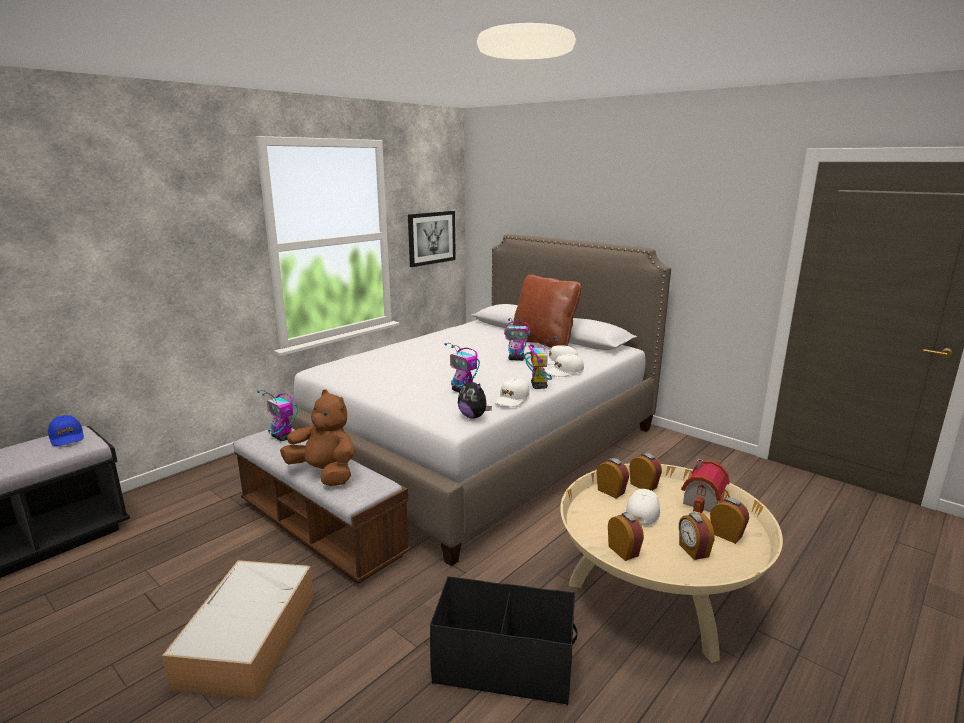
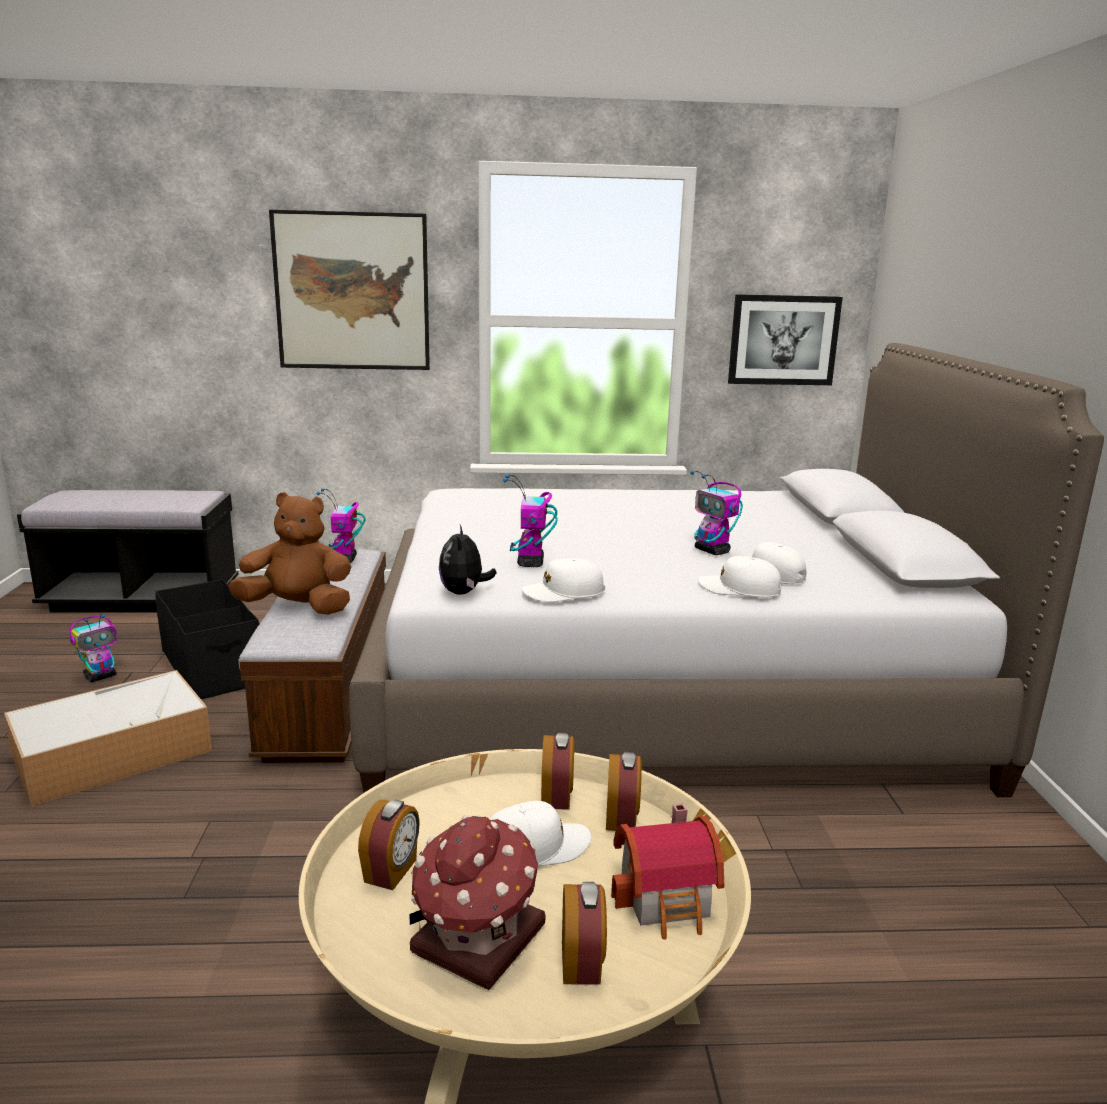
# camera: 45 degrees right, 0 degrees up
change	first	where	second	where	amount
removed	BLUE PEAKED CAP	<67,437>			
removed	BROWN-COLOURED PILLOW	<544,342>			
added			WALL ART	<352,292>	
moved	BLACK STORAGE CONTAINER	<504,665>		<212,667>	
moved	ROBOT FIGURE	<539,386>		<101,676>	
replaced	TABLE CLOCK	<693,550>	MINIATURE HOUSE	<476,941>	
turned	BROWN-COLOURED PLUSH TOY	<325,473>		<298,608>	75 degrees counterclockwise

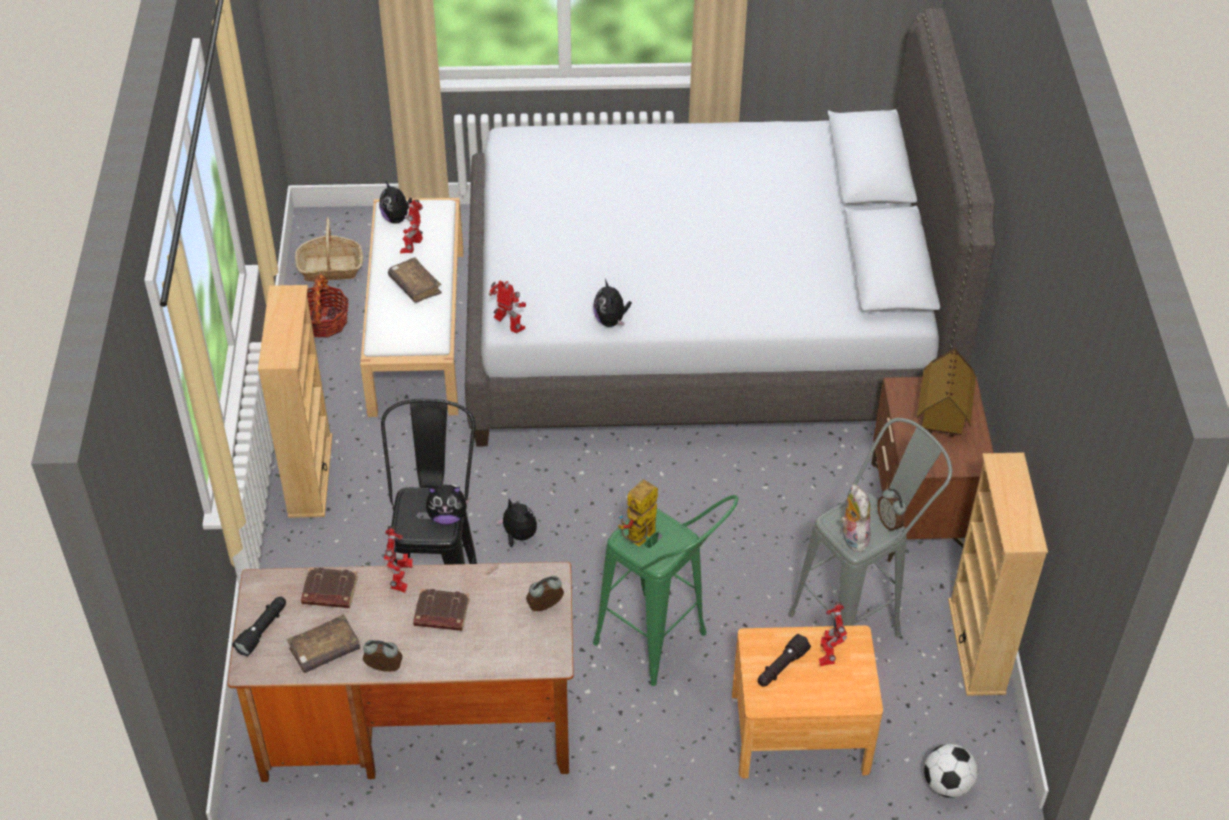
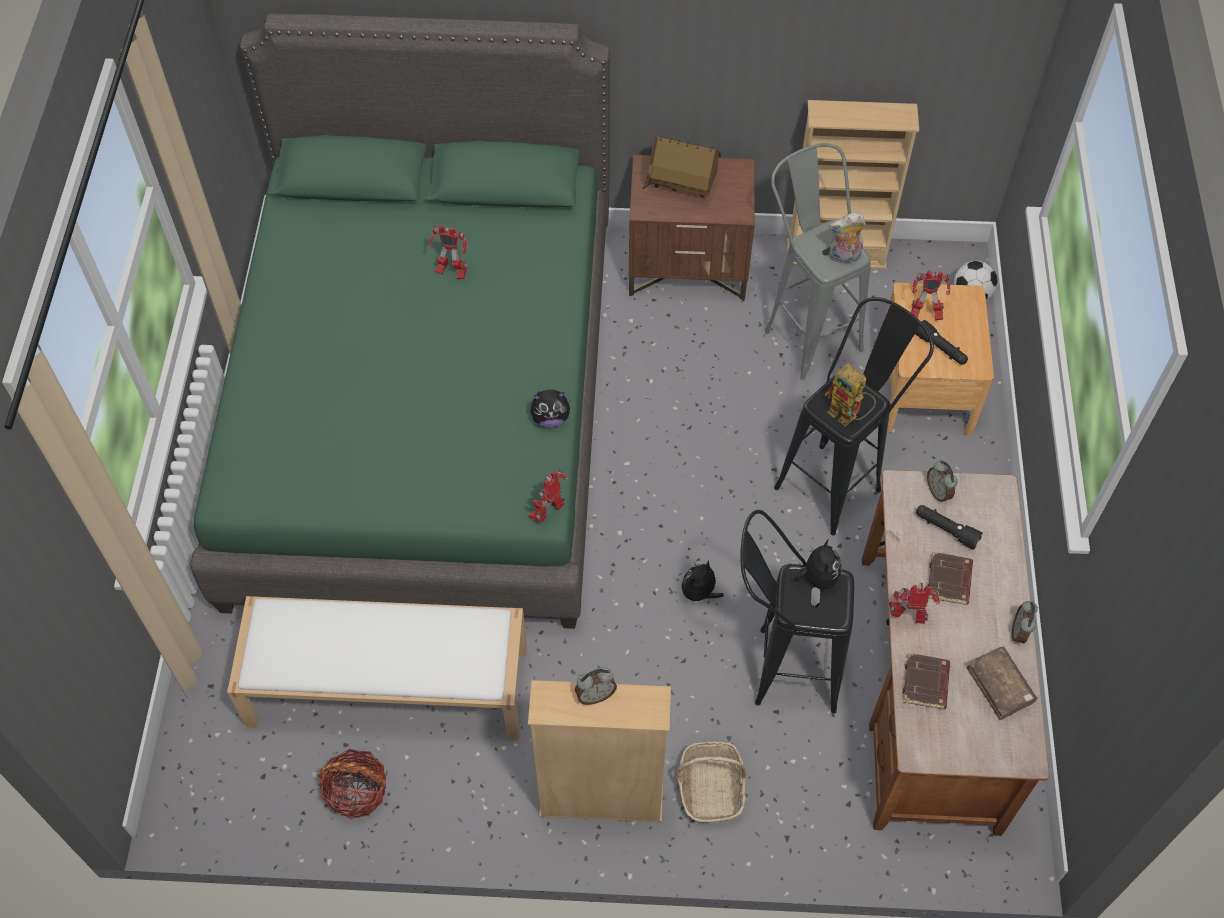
# camera: 85 degrees left, 10 degrees up
change	first	where	second	where	amount
removed	PLUSH TOY	<397,218>			
removed	BROWN-COLOURED VOLUME	<415,286>			
moved	BLACK TORCH	<263,630>		<945,529>	
moved	BASKET	<330,268>		<711,787>	
moved	ROBOT FIGURE	<413,247>		<451,271>	
moved	TABLE CLOCK	<890,523>		<595,695>	
recoloured	GREYISH SLEEPING BED	<702,323>	GREEN SLEEPING BED	<425,409>	
recoloured	GREEN STOOL	<663,648>	BLACK STOOL	<838,479>	

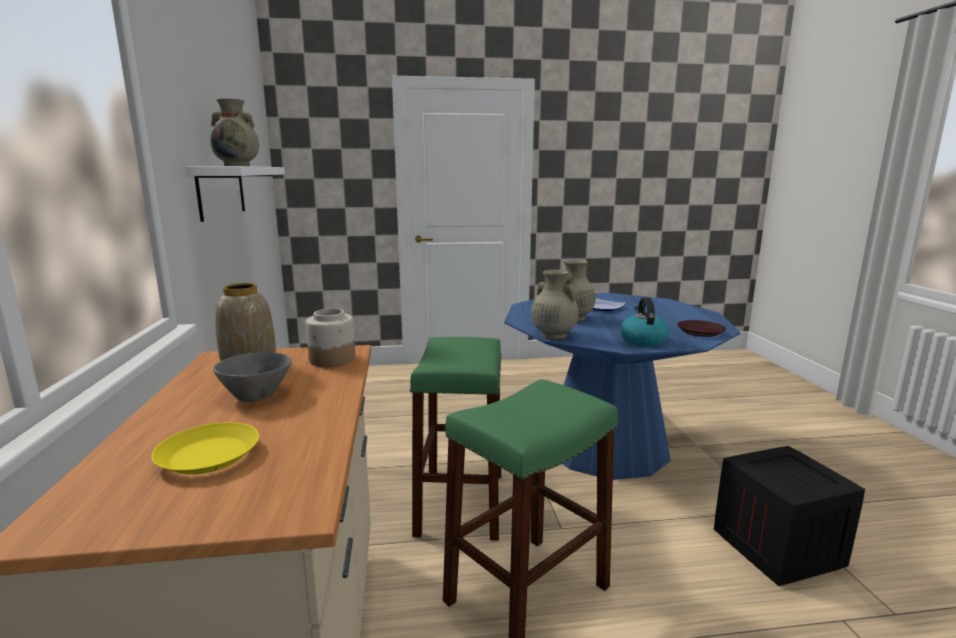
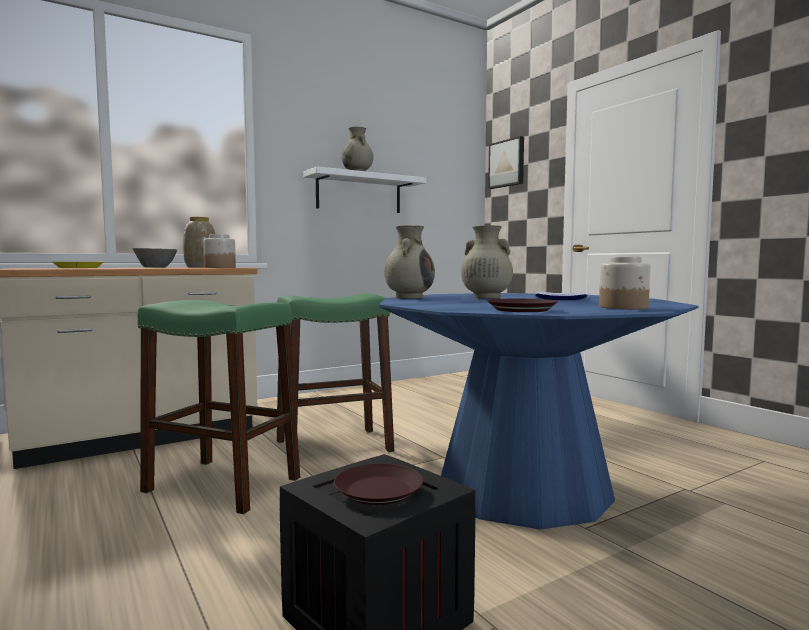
# camera: 65 degrees right, 10 degrees down
change	first	where	second	where	amount
removed	TEA KETTLE	<642,340>			
added			BROWN-COLOURED FLAT DISH	<379,491>	
added			WALL ART	<507,163>	
added			PRESERVE JAR	<624,307>	

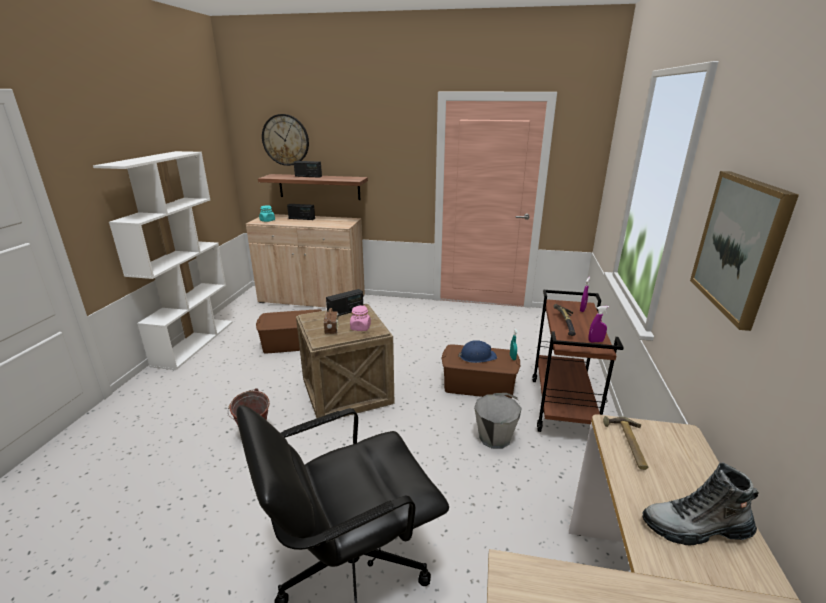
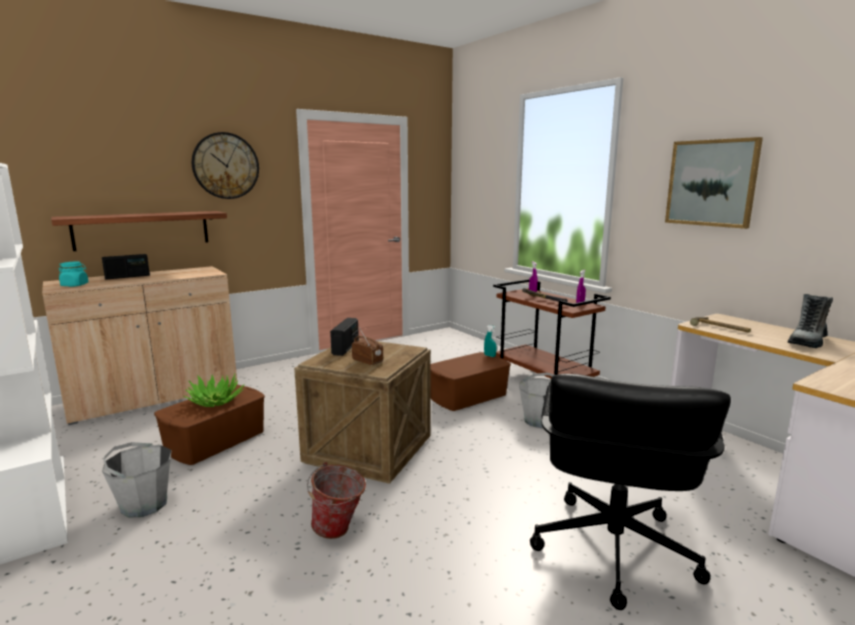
# camera: 45 degrees left, 10 degrees down
change	first	where	second	where	amount
removed	RADIO RECEIVER	<308,176>			
removed	PINK-COLOURED PRESERVE JAR	<360,327>			
removed	BLUE HARD HAT	<477,356>			
added			GREYISH PAIL	<144,504>	
added			HOUSEPLANT	<215,401>	
moved	CLOCK ON THE WALL	<285,140>		<225,166>	

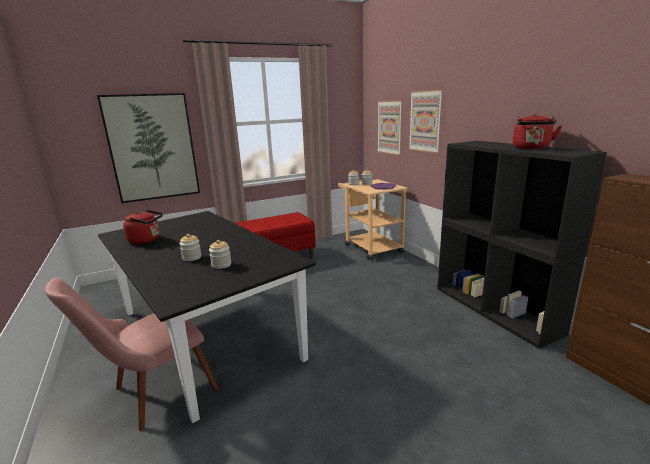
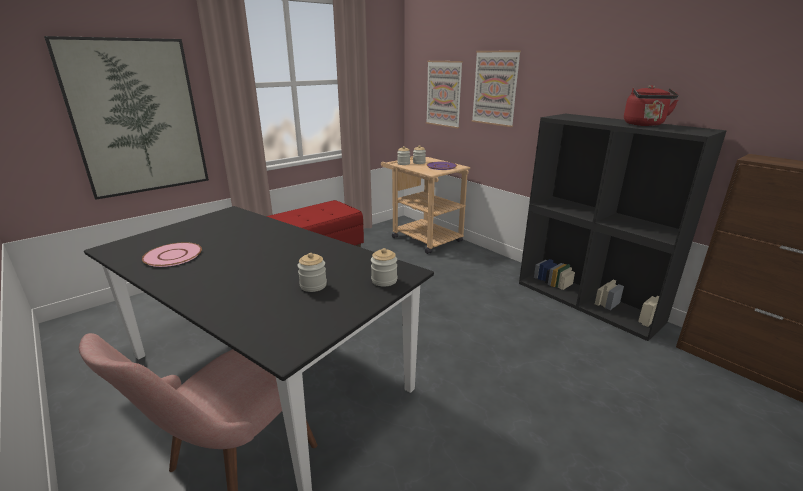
# camera: 15 degrees left, 5 degrees up
change	first	where	second	where	amount
moved	PRESERVE JAR	<192,257>		<384,280>	
replaced	REDDISH TEA KETTLE	<146,240>	PINK-COLOURED FLAT DISH	<173,255>	

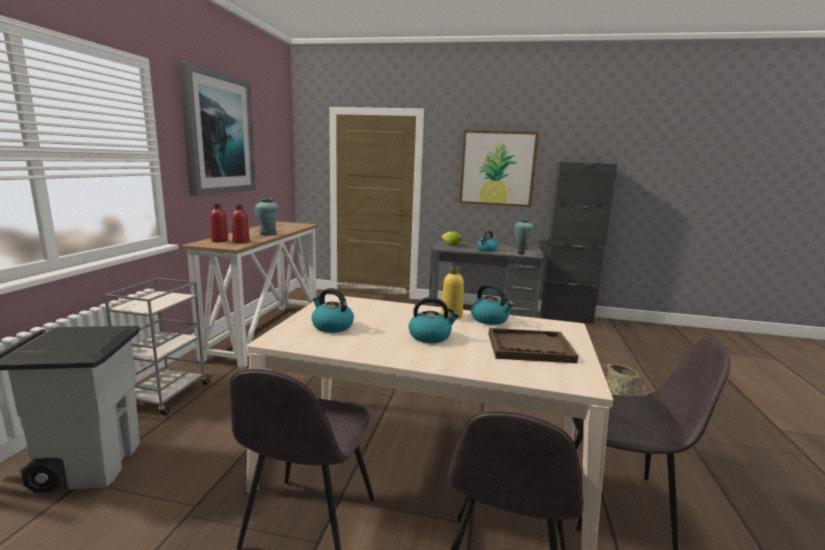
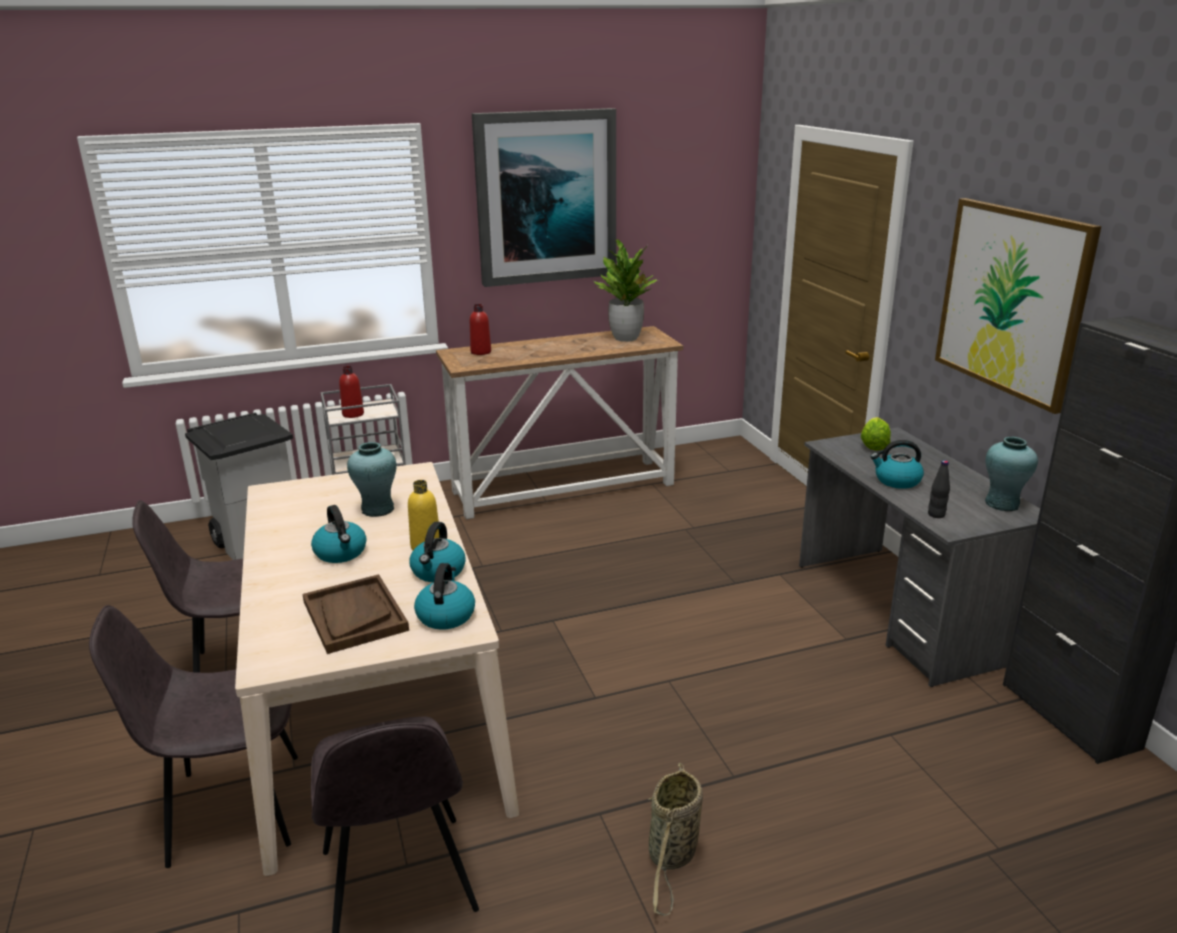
# camera: 60 degrees right, 10 degrees up
change	first	where	second	where	amount
added			HOUSEPLANT	<626,338>	
moved	REDDISH BOTTLE	<241,241>		<353,414>	
moved	BLUE-GREEN FLOWER VASE	<268,234>		<377,509>	
moved	TEA KETTLE	<331,326>		<445,615>	

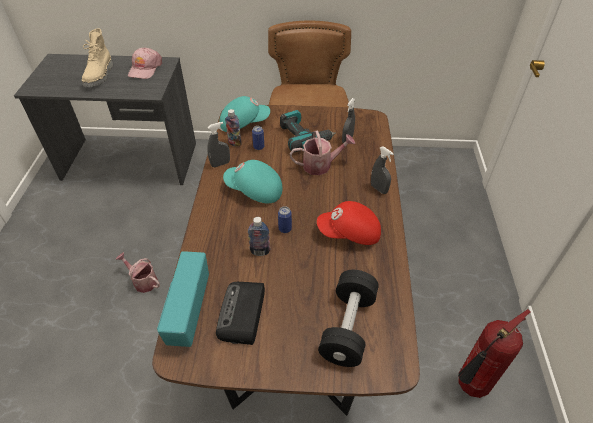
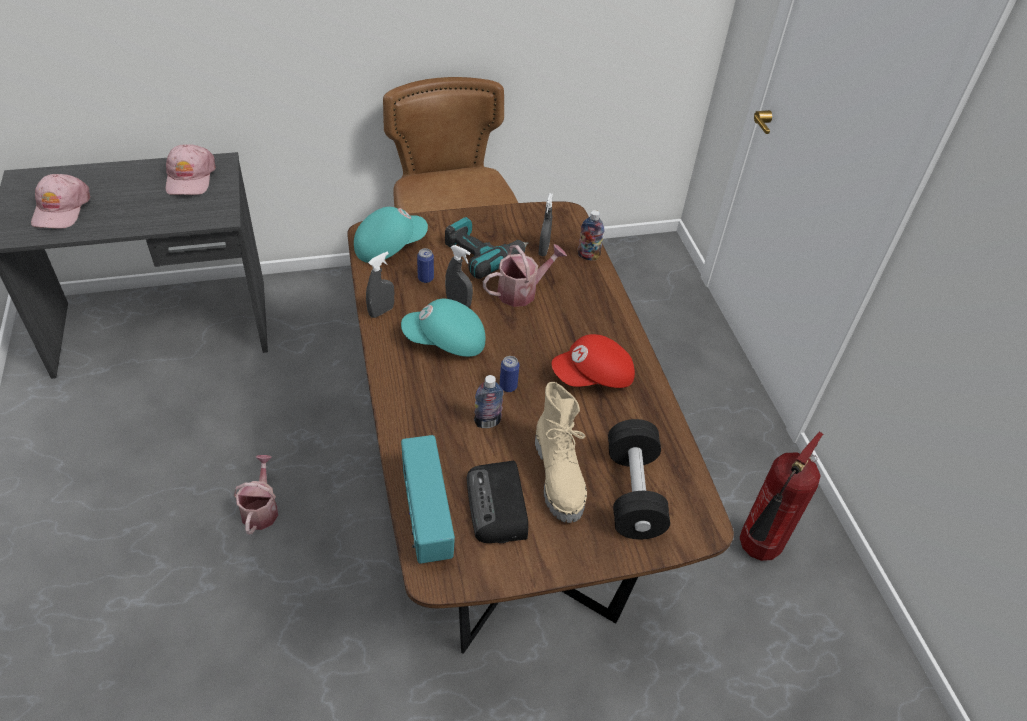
# camera: 20 degrees left, 0 degrees up
change	first	where	second	where	amount
added			PINK-COLOURED PEAKED CAP	<61,209>	
moved	BEIGE-COLOURED TALL BOOT	<100,76>		<559,477>	
moved	BOTTLE	<234,143>		<588,256>	
moved	GREYISH SPRAYER	<379,189>		<458,302>	
turned	WATERING POT	<143,281>		<261,509>	75 degrees clockwise

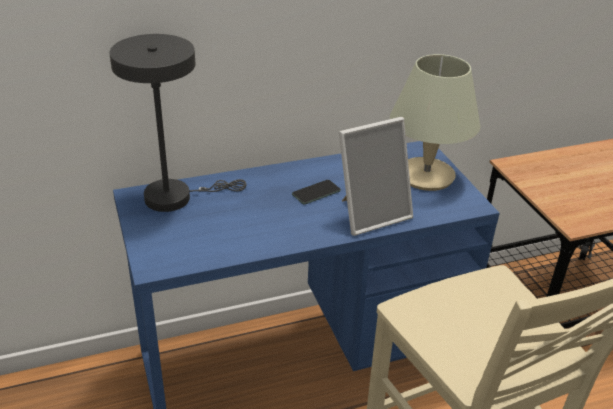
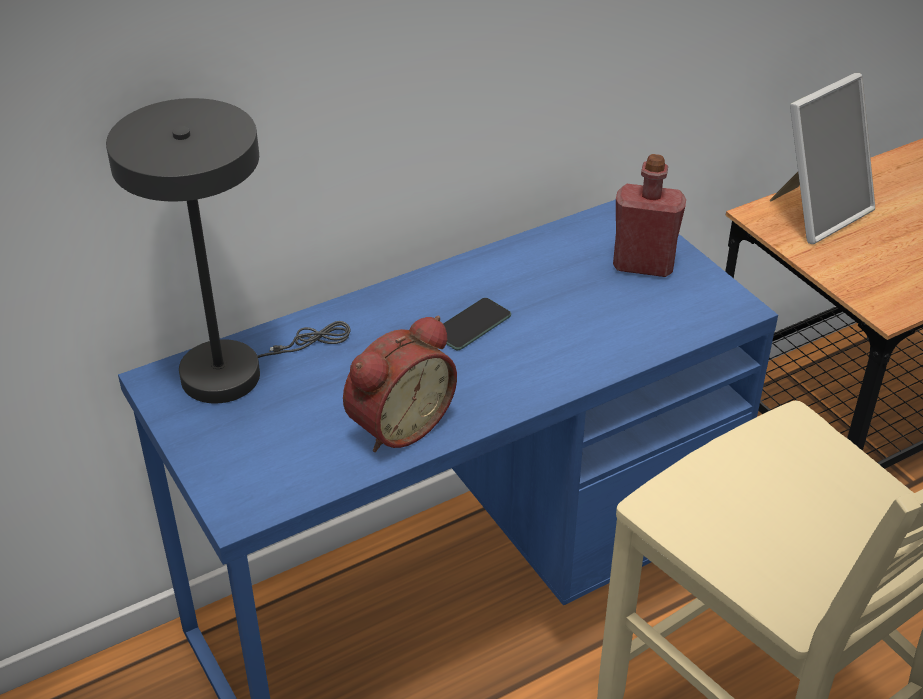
# camera: 10 degrees left, 5 degrees up
change	first	where	second	where	amount
added			TABLE CLOCK	<397,424>	
moved	STANDING FRAME	<371,213>		<816,212>	
replaced	BEIGE-COLOURED TABLETOP LAMP	<426,176>	REDDISH BOTTLE	<643,265>	

